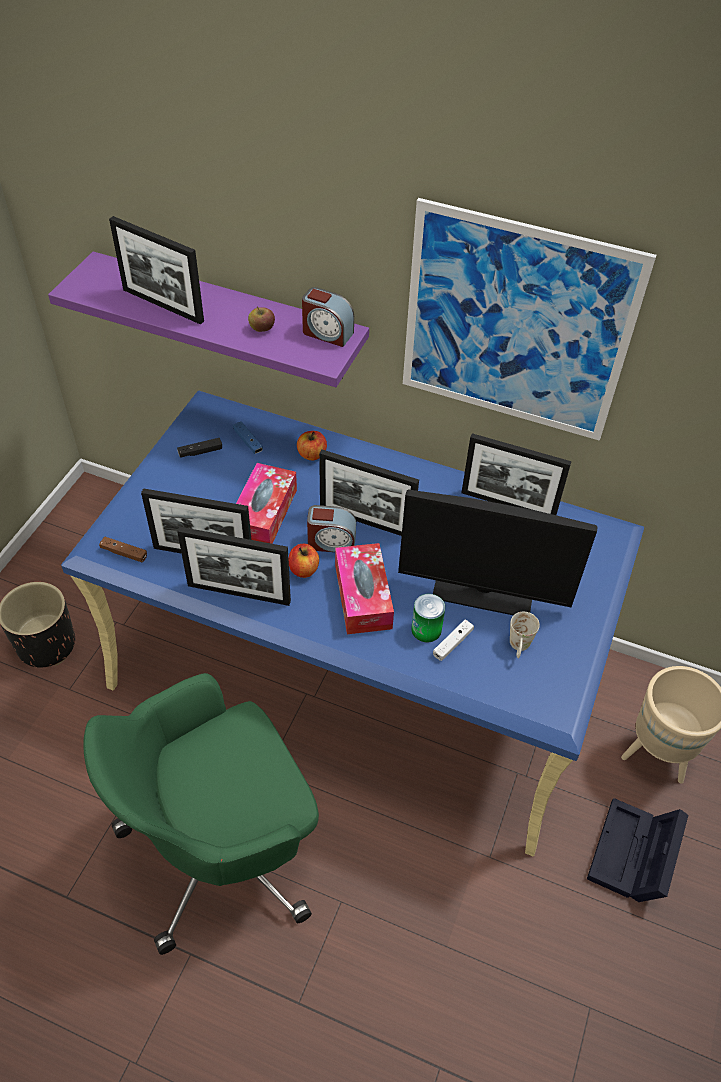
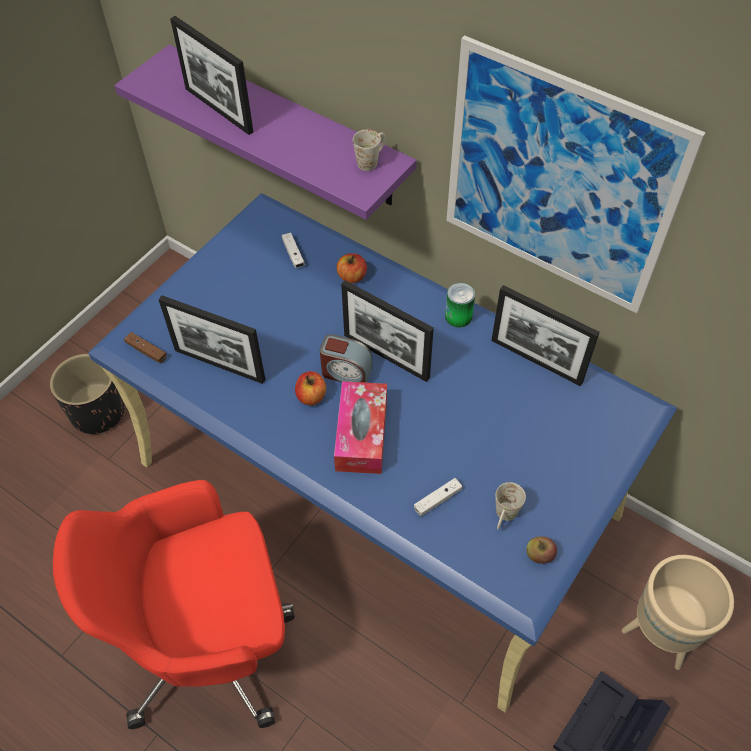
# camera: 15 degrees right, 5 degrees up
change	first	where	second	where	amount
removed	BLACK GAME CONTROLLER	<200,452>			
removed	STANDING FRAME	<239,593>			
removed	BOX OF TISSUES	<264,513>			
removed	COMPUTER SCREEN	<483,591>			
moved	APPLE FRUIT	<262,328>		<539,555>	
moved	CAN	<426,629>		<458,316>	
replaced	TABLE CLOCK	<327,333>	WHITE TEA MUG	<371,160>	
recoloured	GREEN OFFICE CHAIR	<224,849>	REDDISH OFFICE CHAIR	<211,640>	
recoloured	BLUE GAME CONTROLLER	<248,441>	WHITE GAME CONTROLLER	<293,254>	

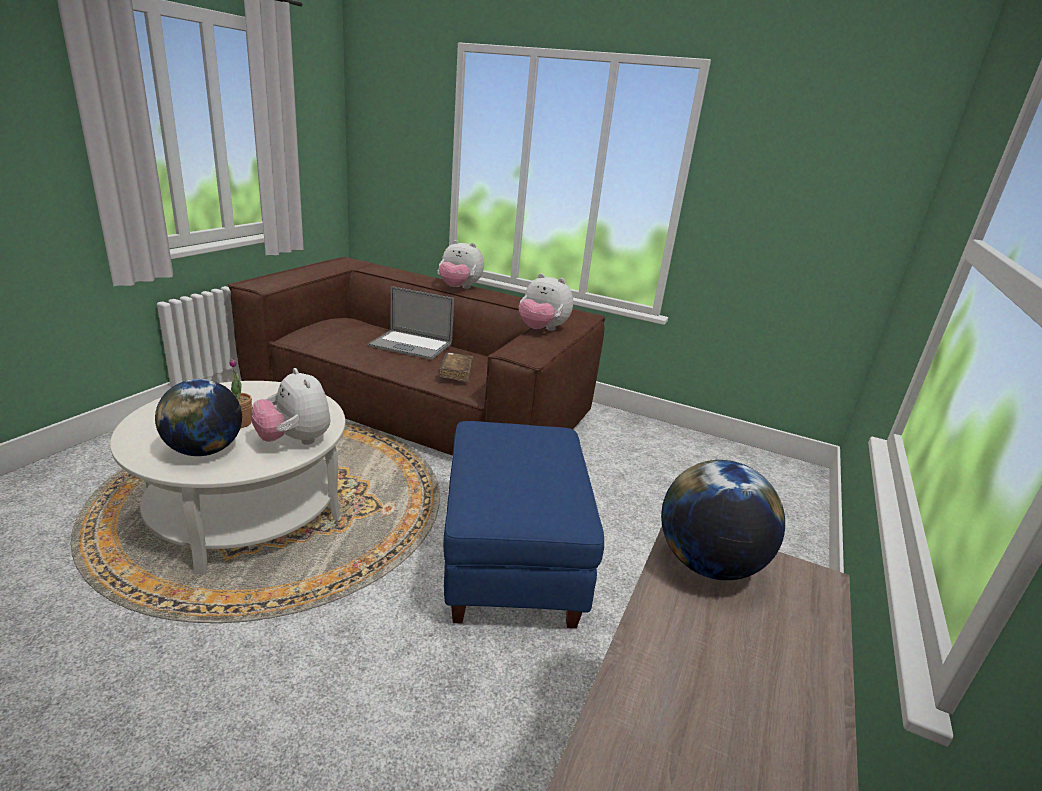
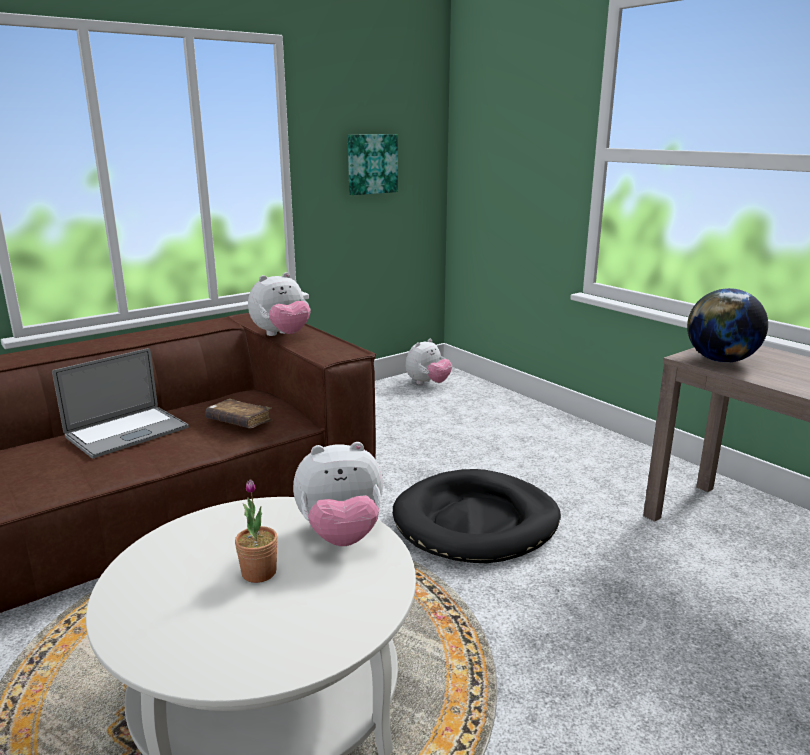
# camera: 60 degrees left, 5 degrees down
change	first	where	second	where	amount
removed	GLOBE	<204,450>			
added			WALL ART	<371,164>	
moved	PLUSH TOY	<459,288>		<427,383>	
replaced	BLUE POUFFE	<513,558>	BLACK DOG CUSHION	<476,522>	

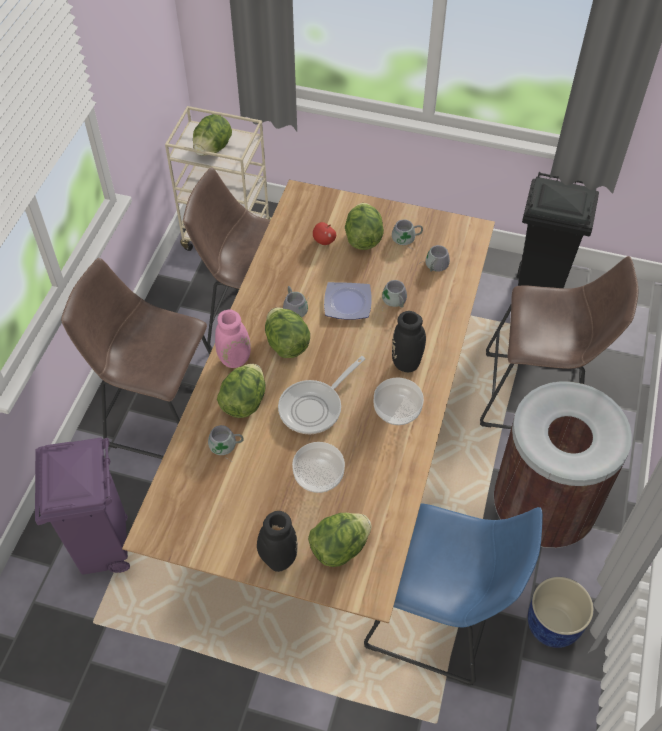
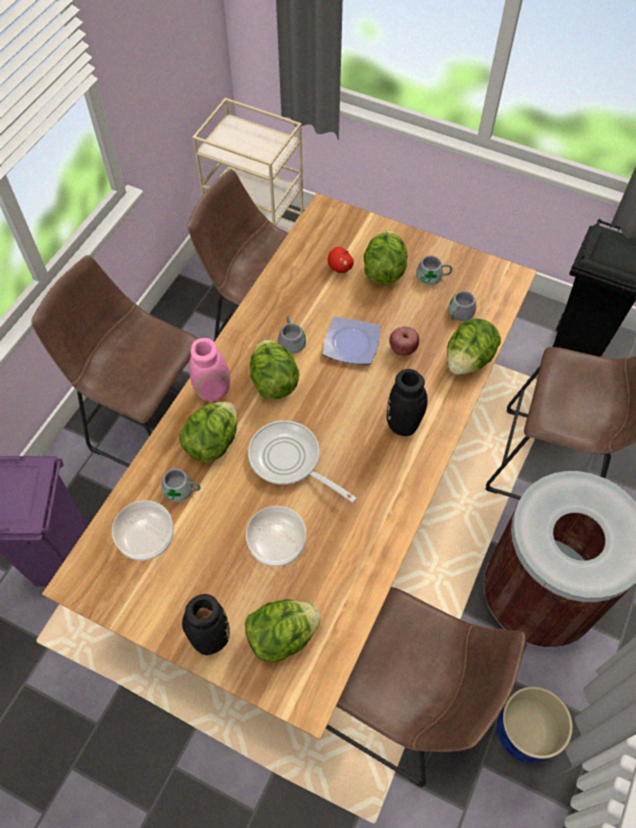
# camera: 10 degrees right, 5 degrees up
change	first	where	second	where	amount
moved	LETTUCE	<212,149>		<468,360>	
moved	BOWL	<398,409>		<147,537>	
replaced	GREYISH TEA MUG	<393,301>	APPLE FRUIT	<402,349>	
recoloured	BLUE STOOL	<441,622>	BROWN-COLOURED STOOL	<401,707>	
turned	PAN	<315,407>		<289,461>	75 degrees clockwise

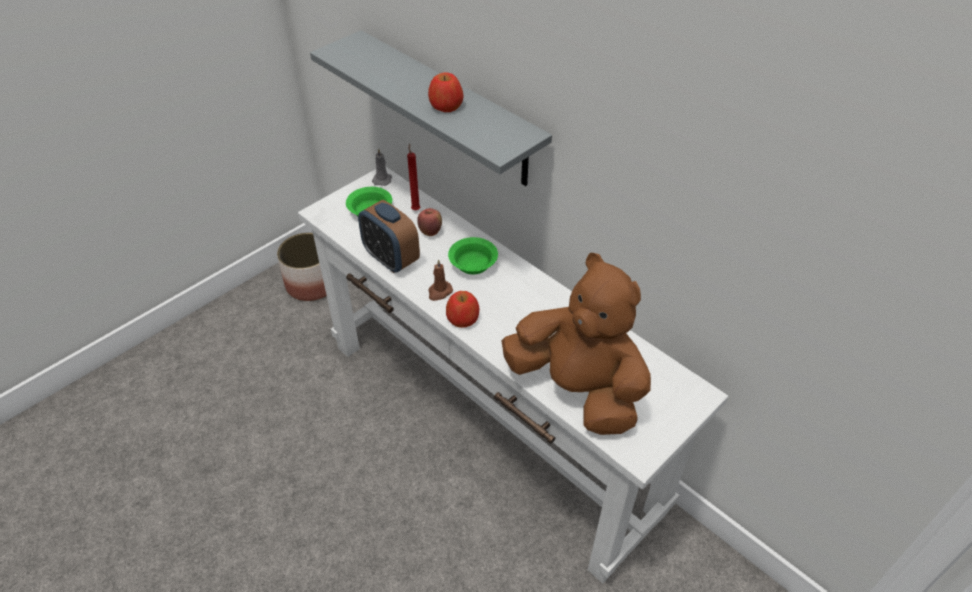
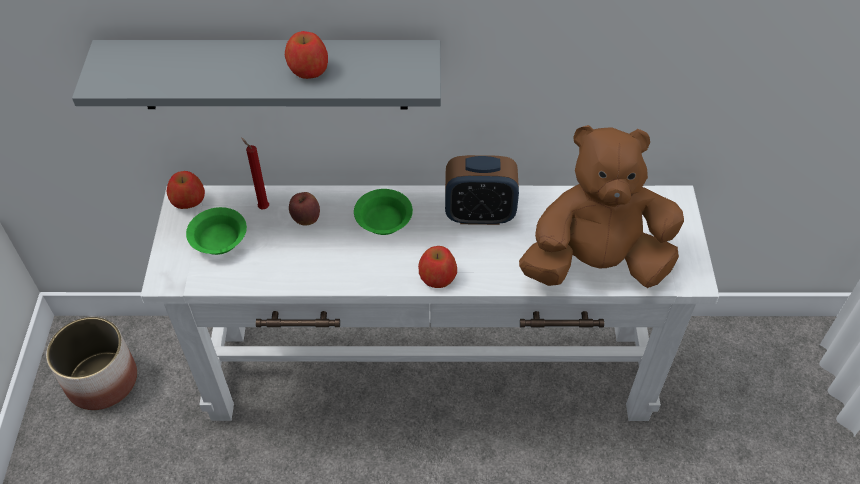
# camera: 45 degrees left, 5 degrees up
change	first	where	second	where	amount
removed	BROWN-COLOURED WAX LIGHT	<439,292>			
moved	TABLE CLOCK	<391,259>		<479,214>	
replaced	GREYISH WAX LIGHT	<382,179>	APPLE FRUIT	<188,200>	

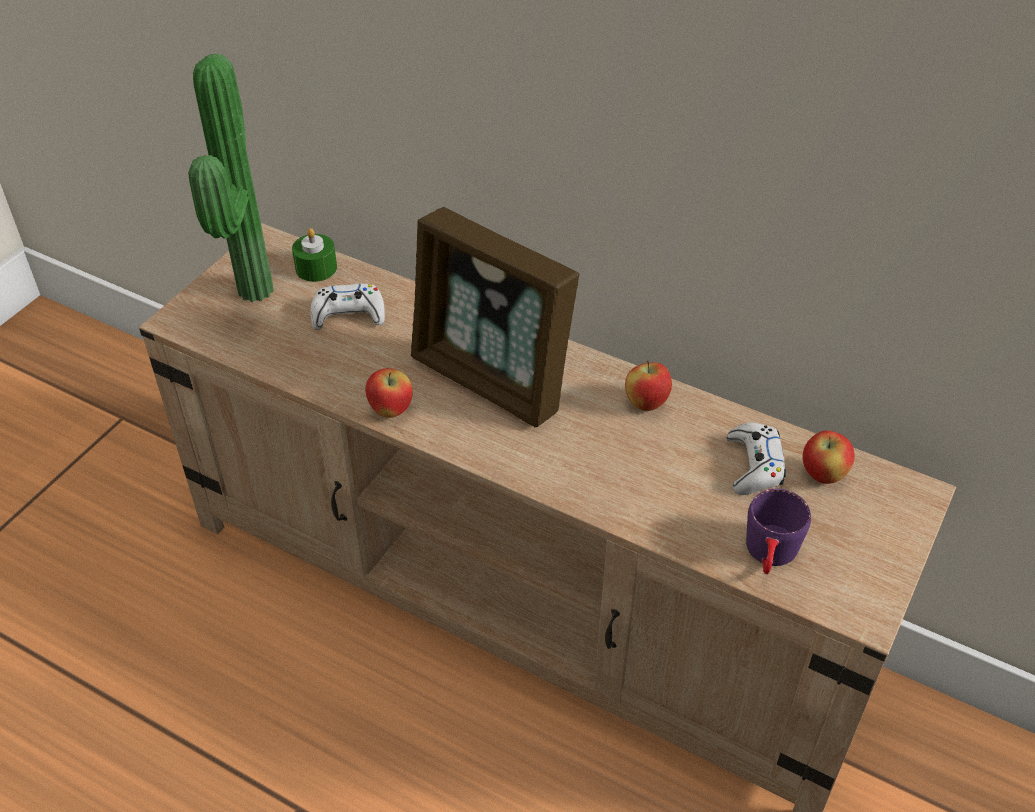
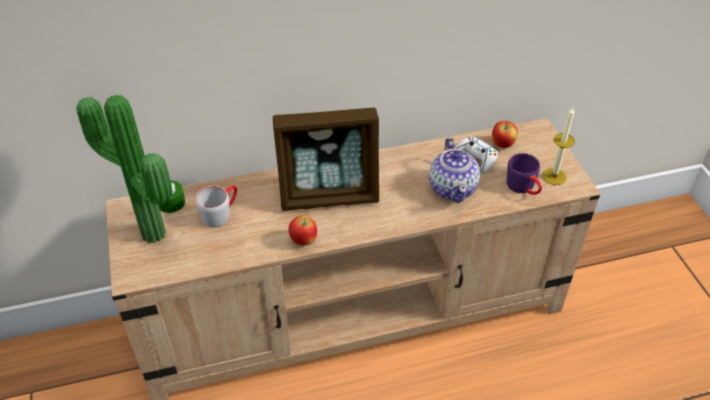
# camera: 45 degrees left, 0 degrees up
change	first	where	second	where	amount
removed	APPLE FRUIT	<646,404>			
added			TEAPOT	<453,188>	
added			WAX LIGHT	<554,176>	
replaced	WHITE GAME CONTROLLER	<348,314>	GREYISH TEA MUG	<220,213>	

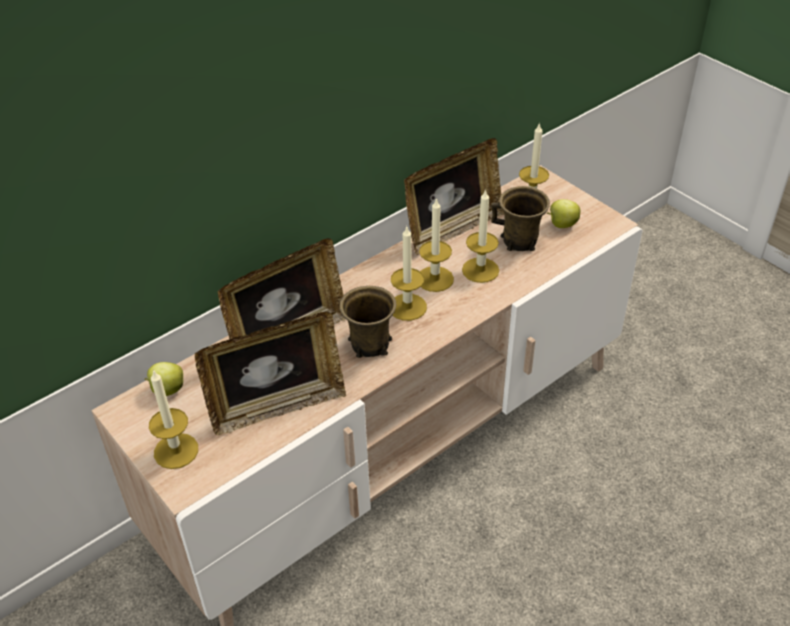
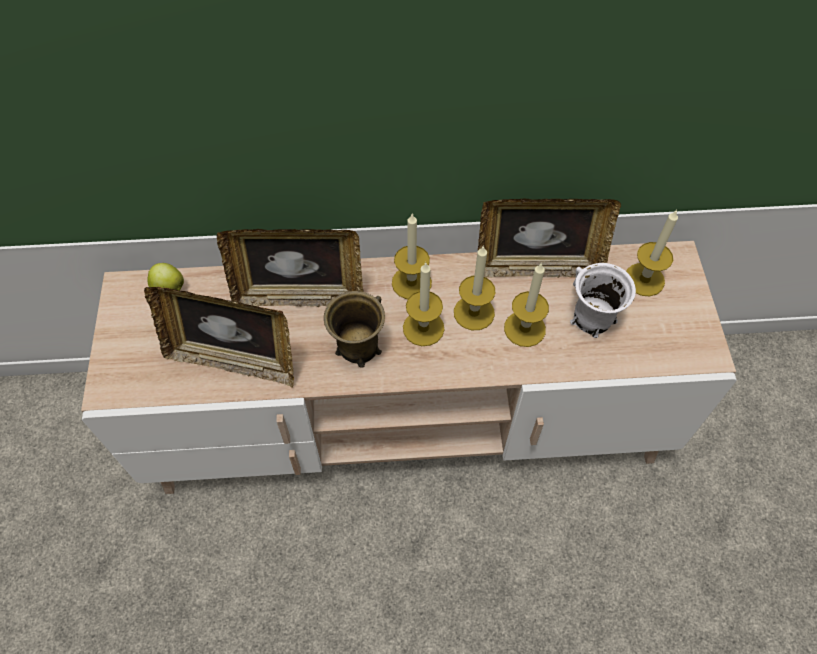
# camera: 35 degrees right, 15 degrees up
change	first	where	second	where	amount
removed	APPLE FRUIT	<561,225>			
moved	WAX LIGHT	<176,451>		<411,283>	
recoloured	BROWN-COLOURED TEA MUG	<520,241>	WHITE TEA MUG	<592,319>	

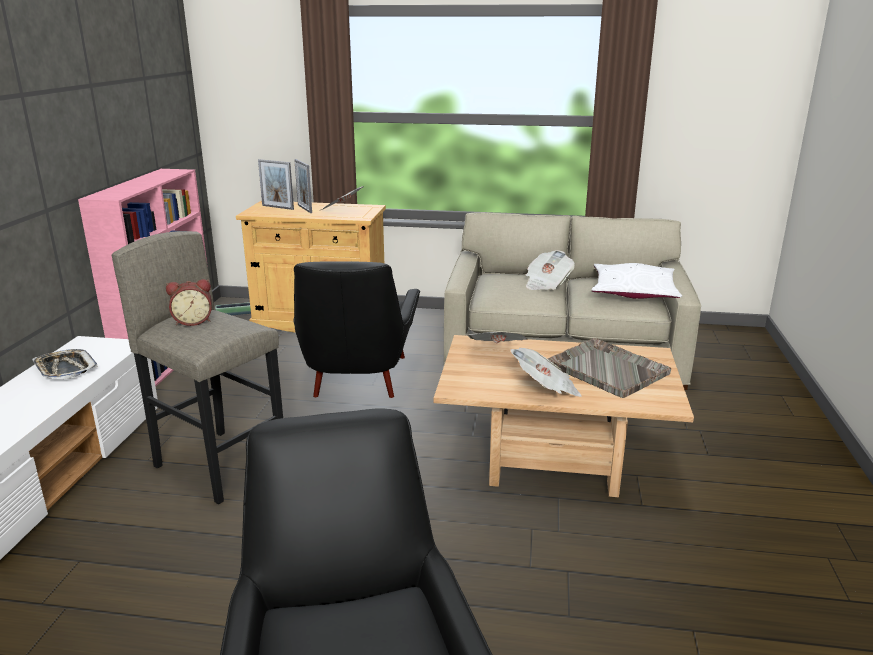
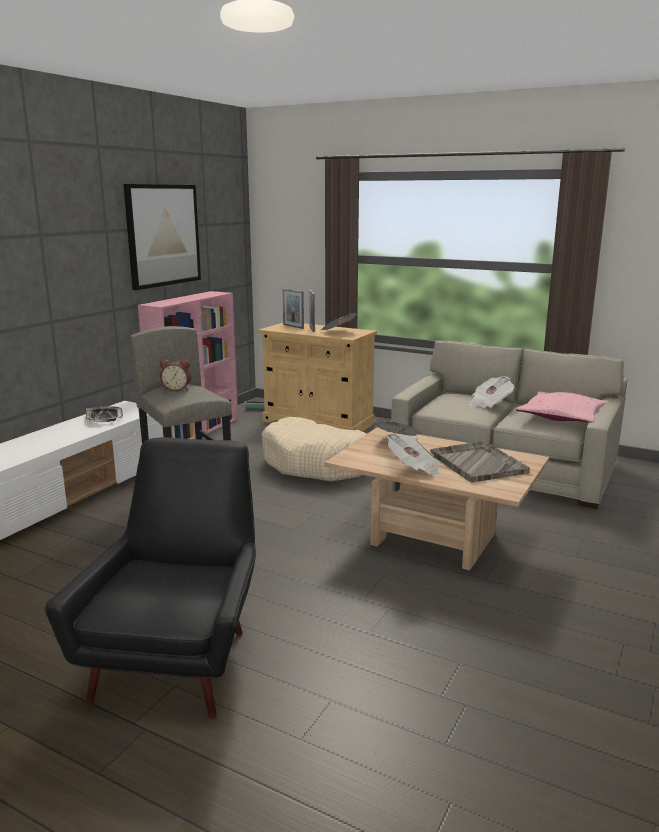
# camera: 20 degrees right, 5 degrees down
change	first	where	second	where	amount
added			WALL ART	<163,235>	
replaced	BLACK ARMCHAIR	<357,381>	BEIGE-COLOURED DOG CUSHION	<319,464>	
recoloured	WHITE PILLOW	<633,292>	PINK-COLOURED PILLOW	<562,417>	

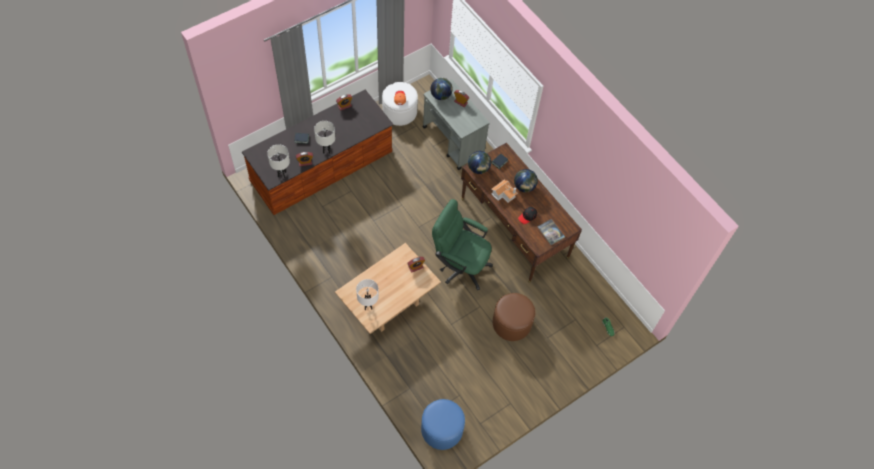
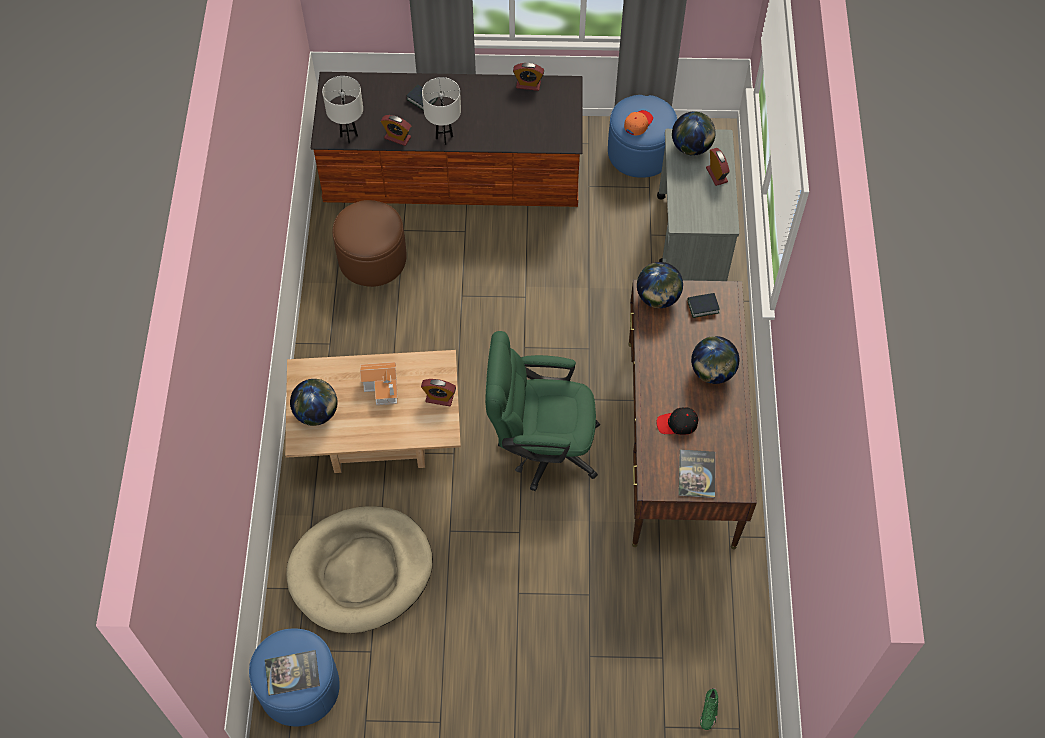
# camera: 40 degrees right, 0 degrees up
change	first	where	second	where	amount
added			VOLUME	<292,673>	
added			BEIGE-COLOURED DOG CUSHION	<361,571>	
moved	MINIATURE HOUSE	<504,194>		<383,387>	
moved	BROWN-COLOURED POUFFE	<511,323>		<372,258>	
replaced	WHITE TABLETOP LAMP	<368,306>	GLOBE	<316,413>	
recoloured	WHITE POUFFE	<399,112>	BLUE POUFFE	<640,152>	
turned	GREEN OFFICE CHAIR	<460,265>		<541,446>	60 degrees counterclockwise

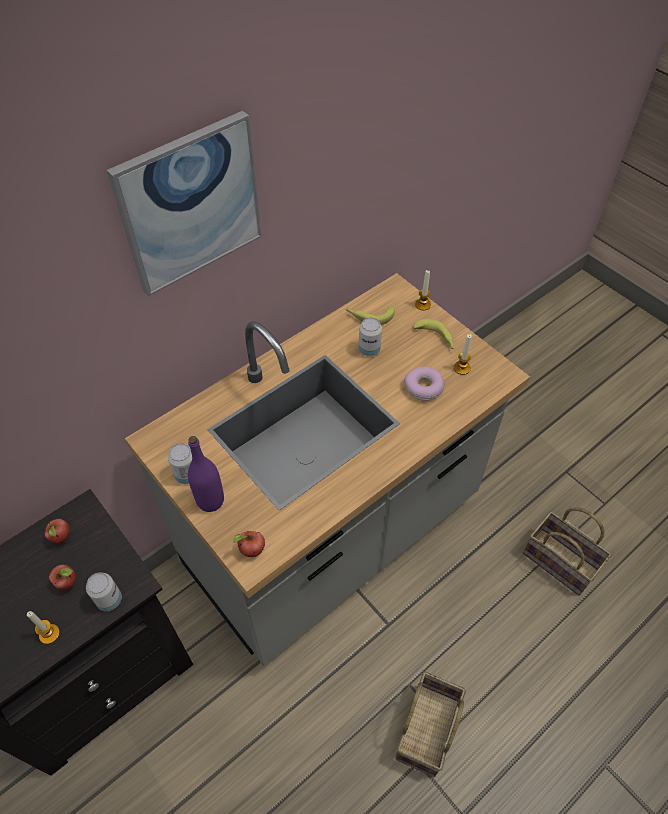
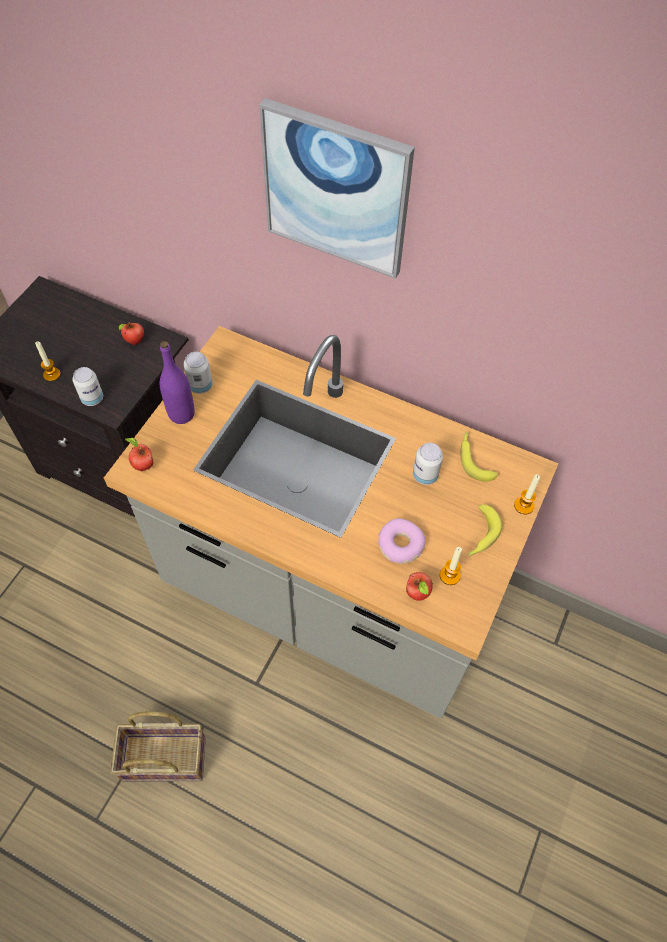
# camera: 65 degrees right, 5 degrees up
change	first	where	second	where	amount
removed	BASKET	<562,562>			
moved	APPLE FRUIT	<68,583>		<418,594>	

